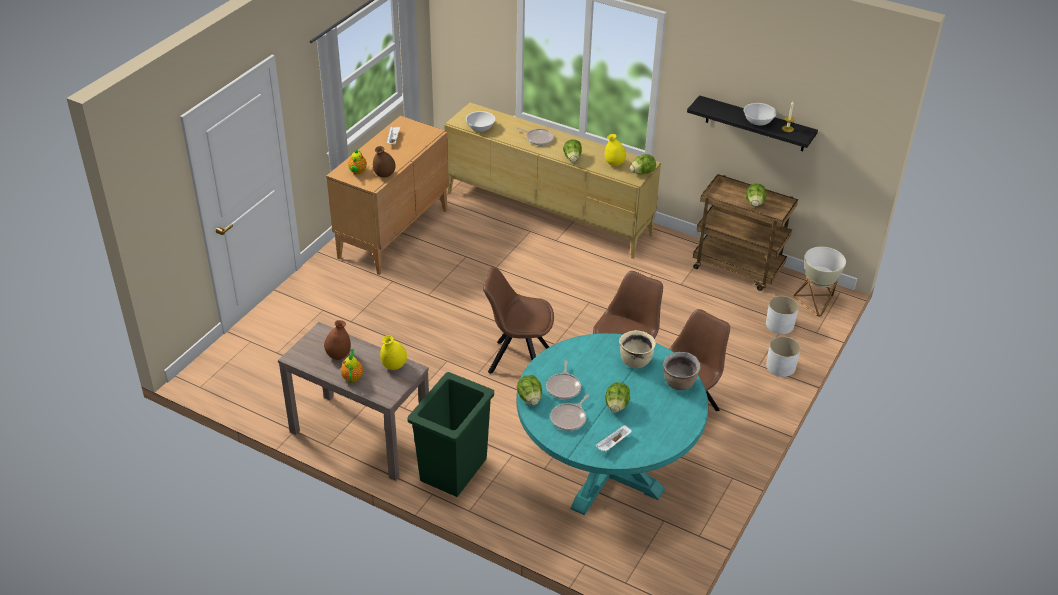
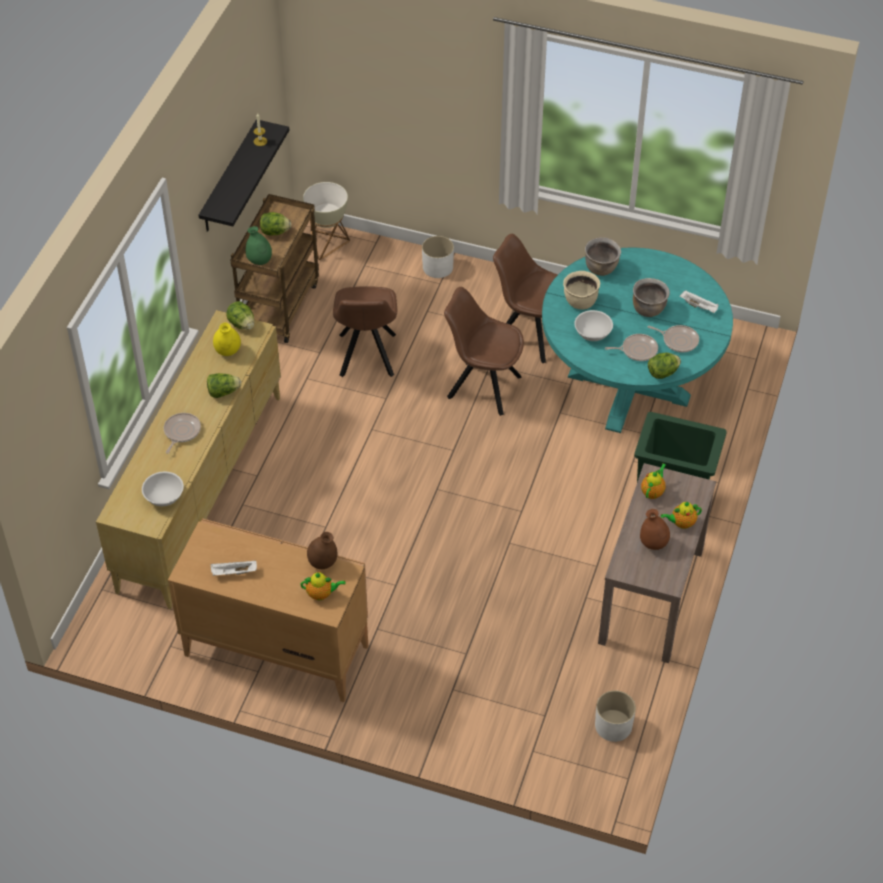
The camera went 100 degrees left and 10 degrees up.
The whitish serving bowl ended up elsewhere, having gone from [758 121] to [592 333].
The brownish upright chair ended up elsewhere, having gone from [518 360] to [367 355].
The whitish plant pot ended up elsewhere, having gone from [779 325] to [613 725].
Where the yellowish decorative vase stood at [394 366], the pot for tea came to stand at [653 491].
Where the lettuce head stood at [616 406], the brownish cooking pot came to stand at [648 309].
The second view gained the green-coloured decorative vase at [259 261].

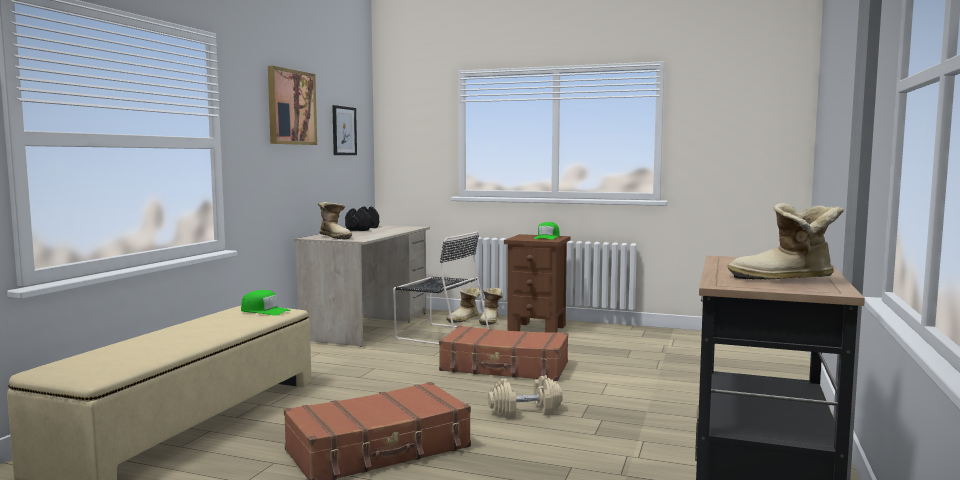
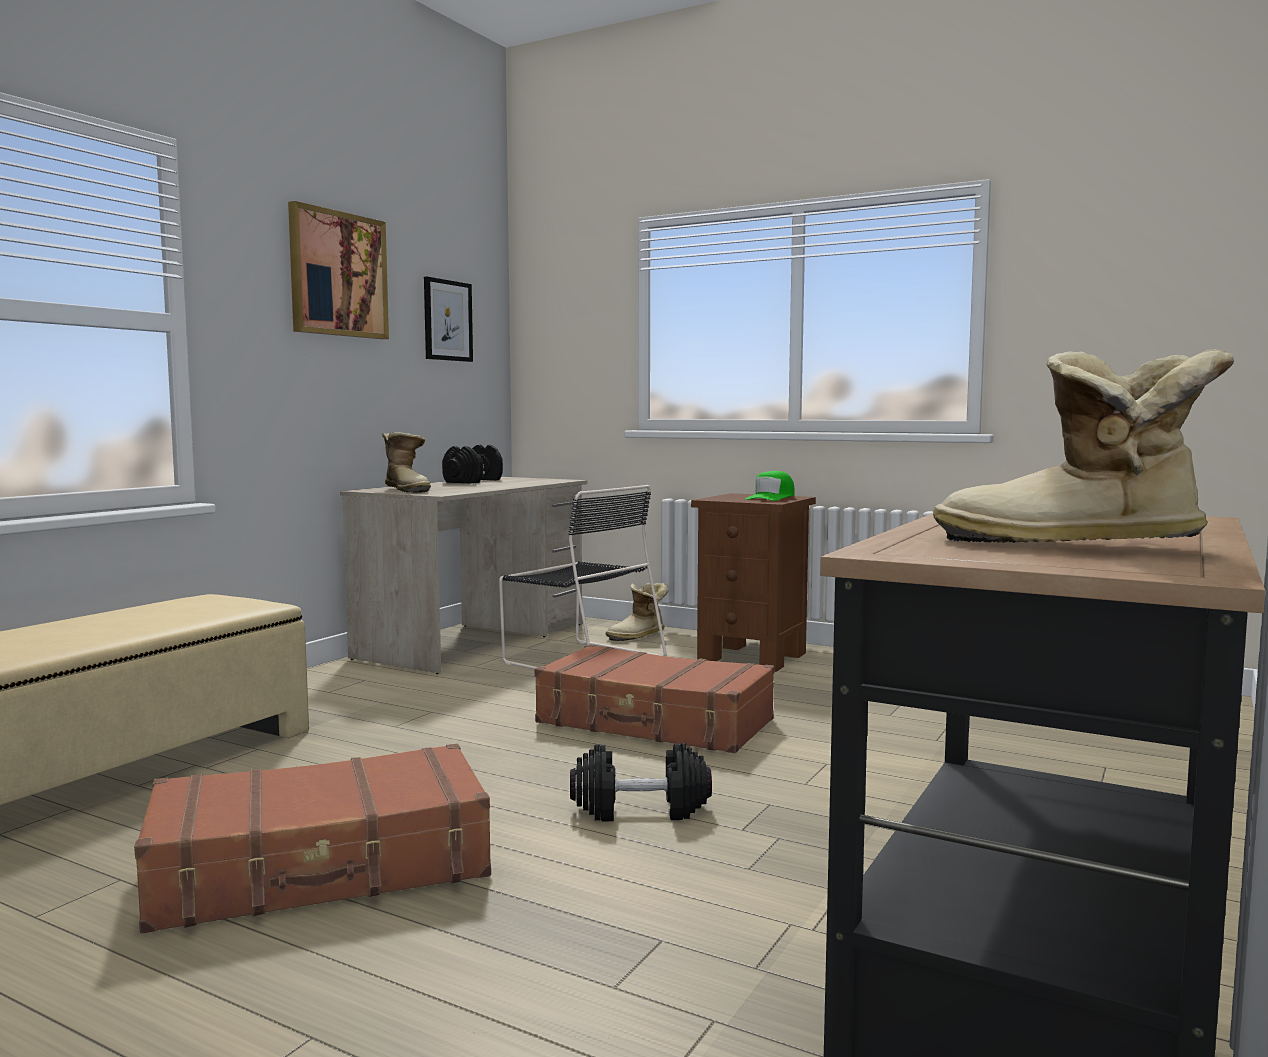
The camera went 10 degrees right and 0 degrees up.
The second view lost the boot at [491 320].
The second view lost the green-coloured cap at [264 311].
What was the beige-coloured free weight at [524 411] turned into the black-coloured free weight at [640 809].

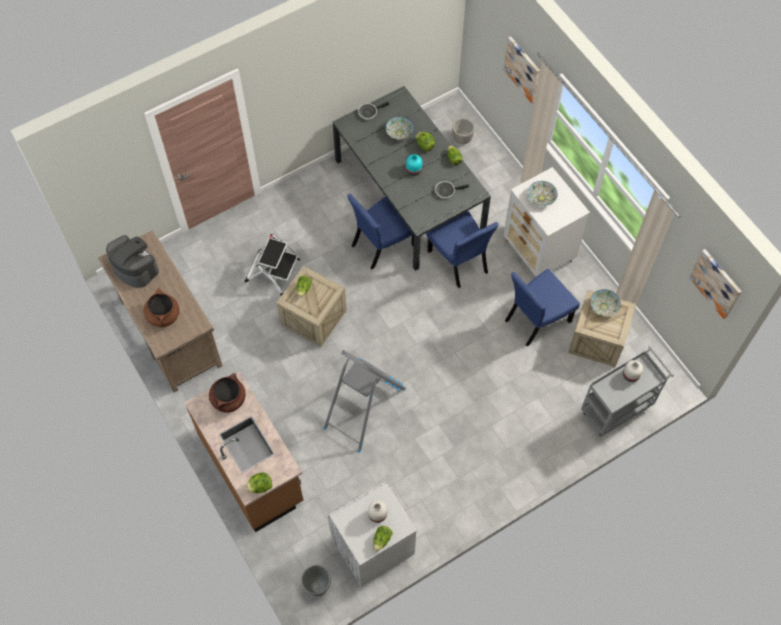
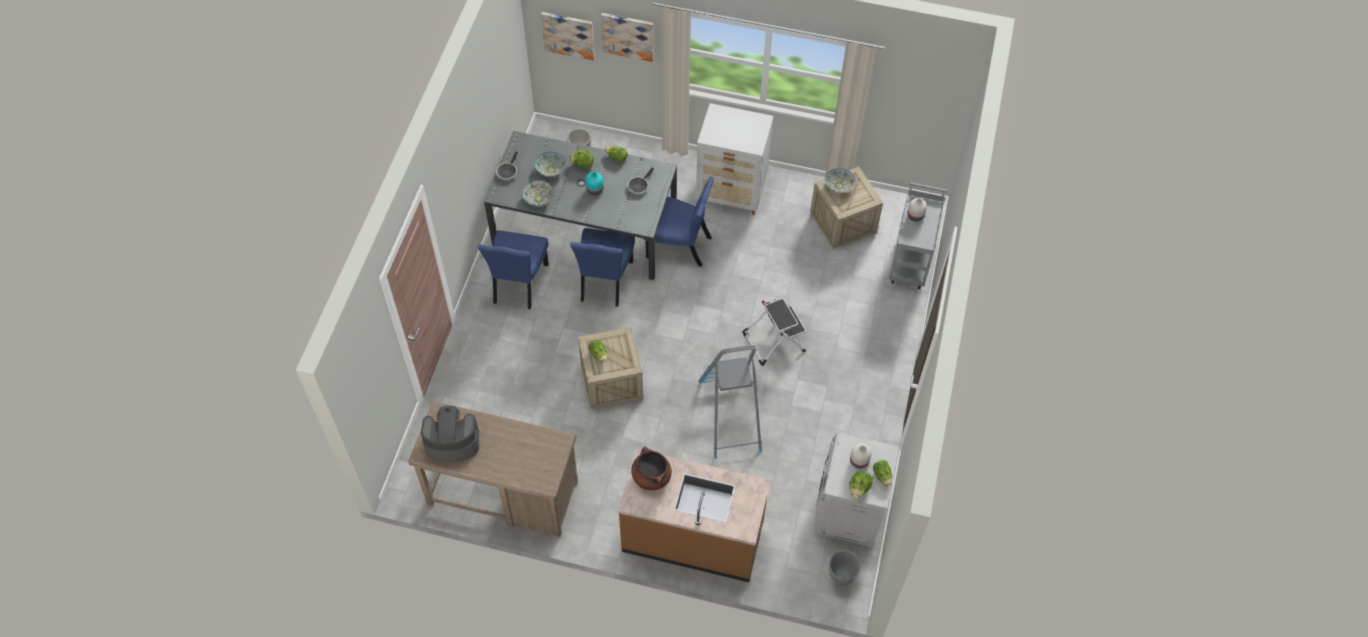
The camera went 45 degrees left and 5 degrees down.
The serving bowl ended up elsewhere, having gone from [541 198] to [539 198].
The stepladder ended up elsewhere, having gone from [273 272] to [774 339].
The wall picture ended up elsewhere, having gone from [716 283] to [568 35].
The bluish upright chair ended up elsewhere, having gone from [537 319] to [519 281].
The second view lost the brownish cooking pot at [163 315].
The lettuce head ended up elsewhere, having gone from [260 486] to [859 488].

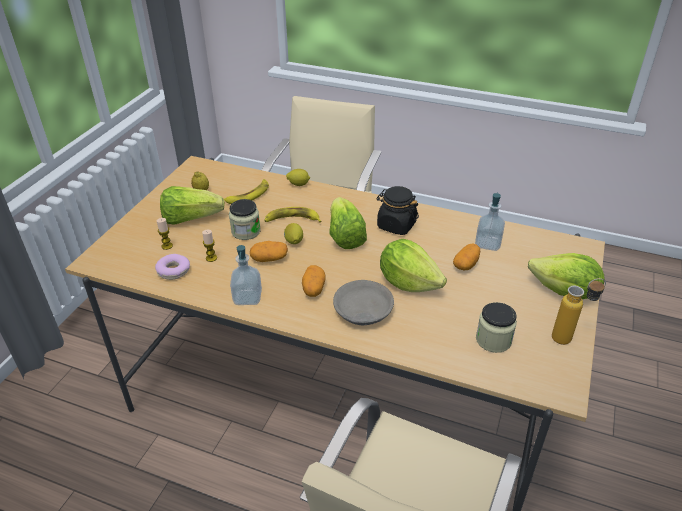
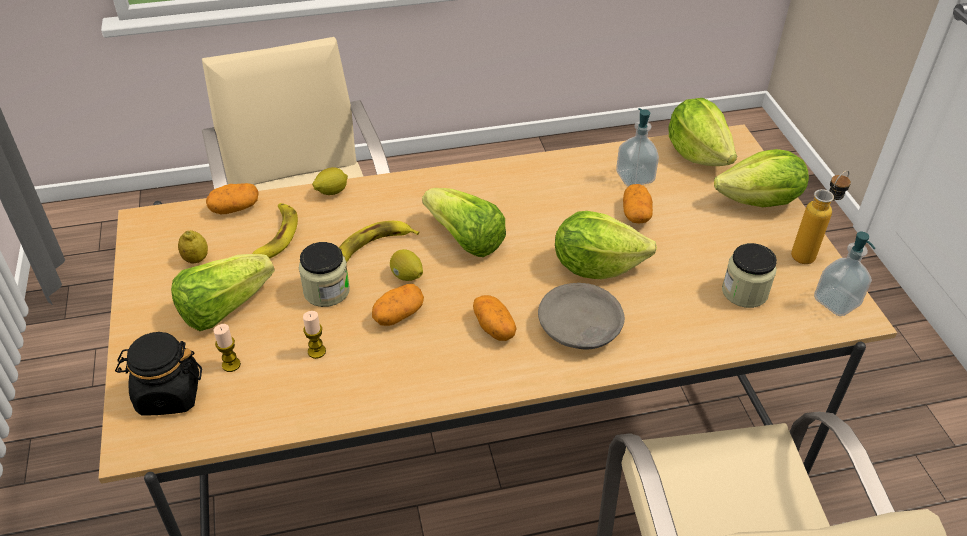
The camera went 35 degrees left and 5 degrees up.
The black-coloured preserve jar ended up elsewhere, having gone from [396 225] to [168 394].
The liquid soap bottle ended up elsewhere, having gone from [247 298] to [836 302].
The second view lost the doughnut at [173 271].
The second view gained the lettuce head at [698 154].
The second view gained the potato at [234 208].

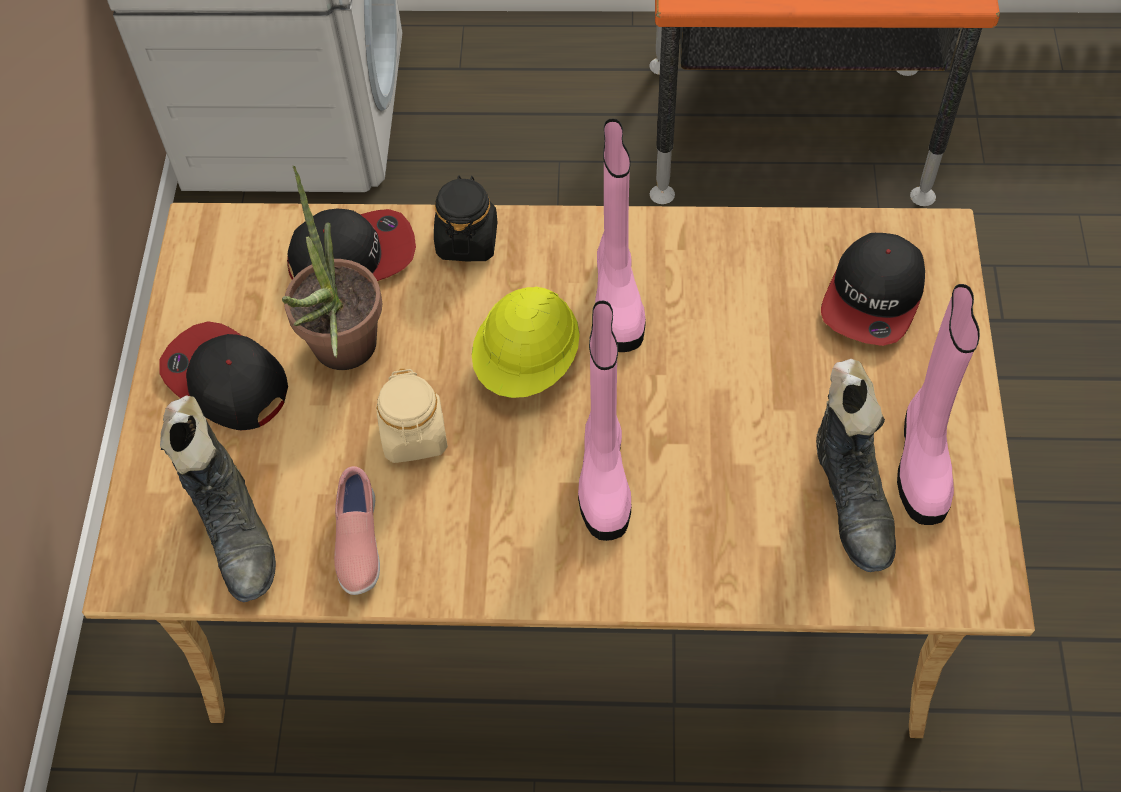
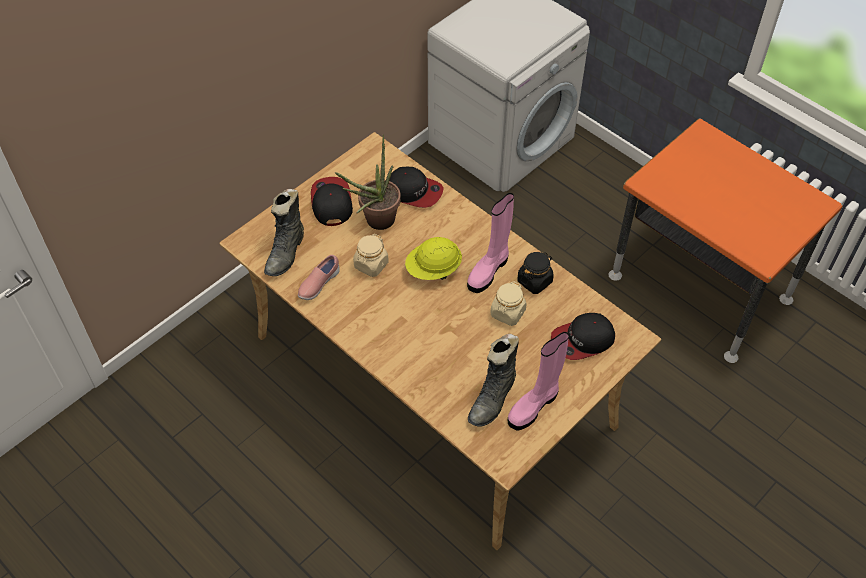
The camera went 40 degrees right and 5 degrees down.
The black-coloured preserve jar ended up elsewhere, having gone from [467 240] to [534 281].
The second view lost the pinkish boot at [603 475].
The second view gained the beige-coloured preserve jar at [507 313].

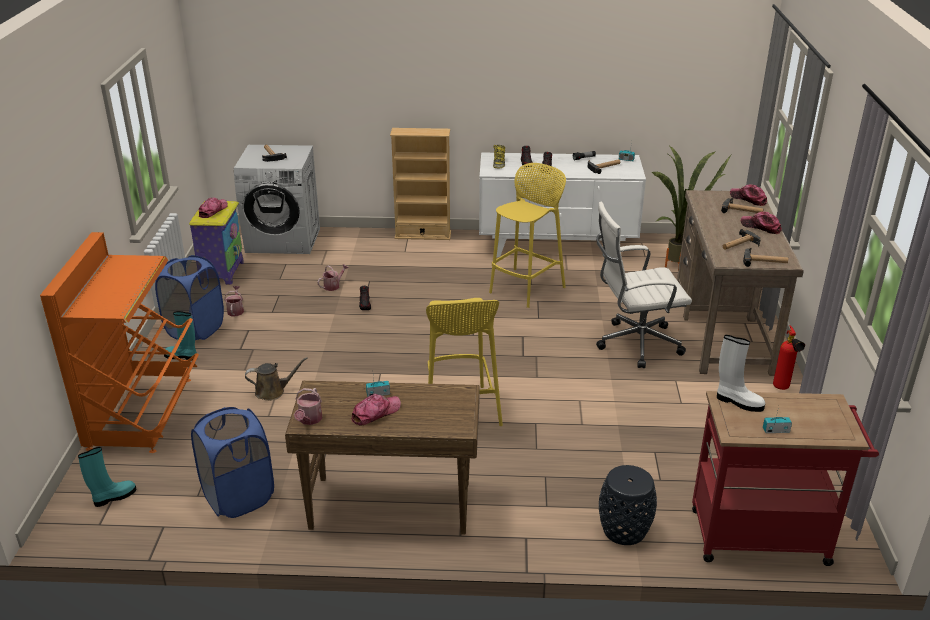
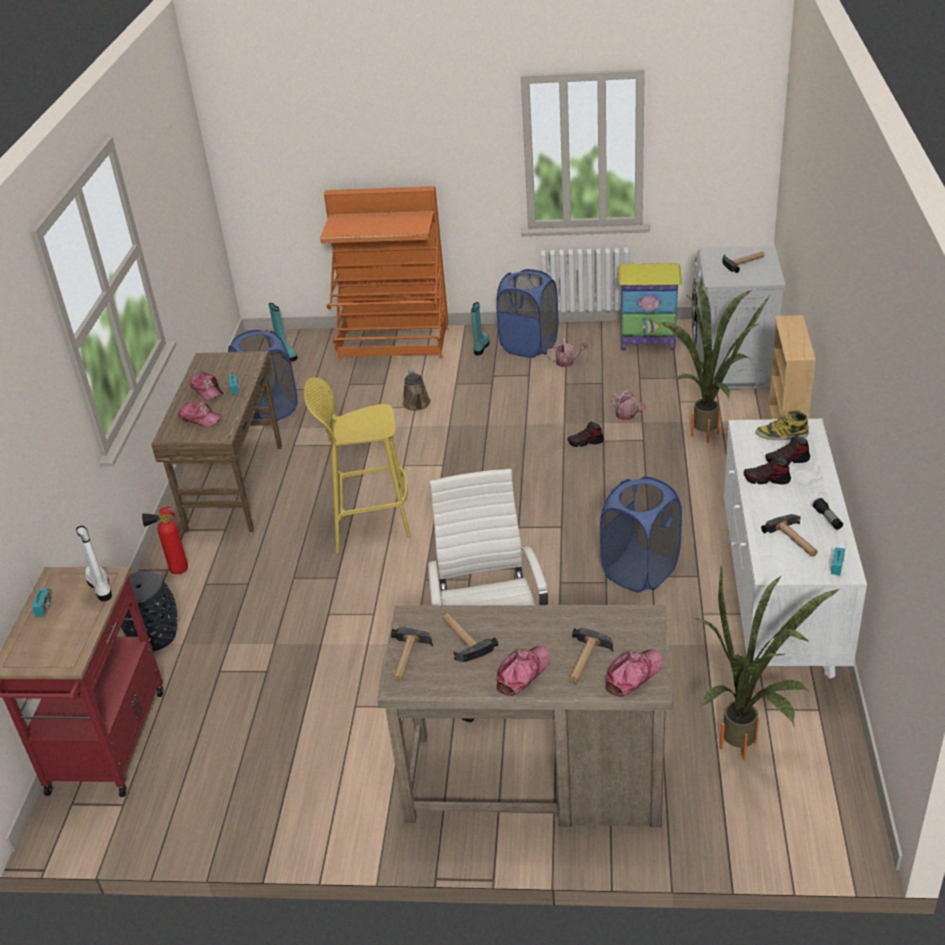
The camera went 95 degrees right and 5 degrees up.
Where the yellowish stool seat stood at [525 288], the bluish washing basket came to stand at [640 571].
The cap ended up elsewhere, having gone from [213 210] to [200 418].
The fire-fighting cylinder ended up elsewhere, having gone from [782 389] to [174 571].
The whitish boot at [738 402] ended up facing another way, 120 degrees clockwise from before.
The second view lost the watering pot at [309 420].
The second view gained the potted plant at [711 431].

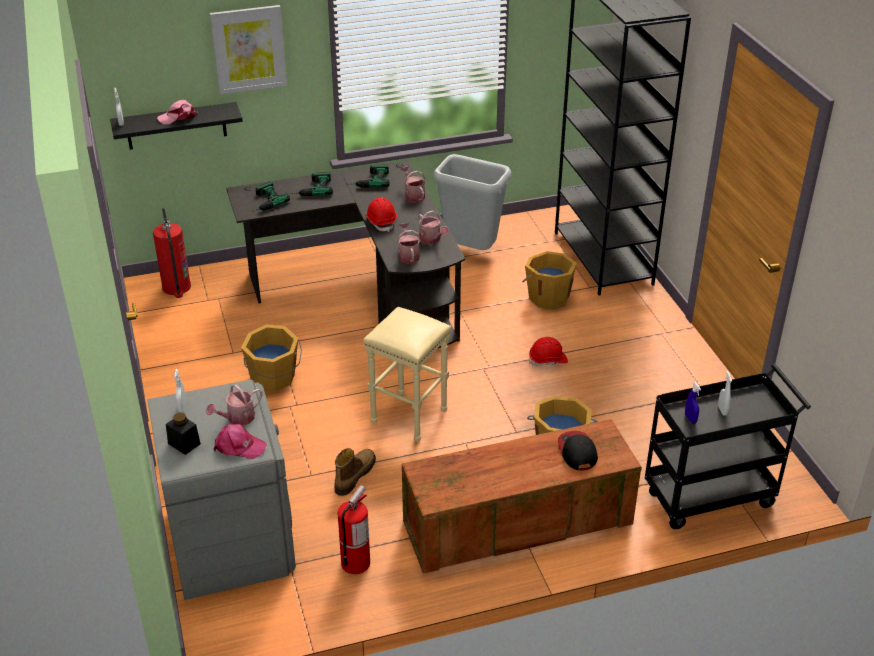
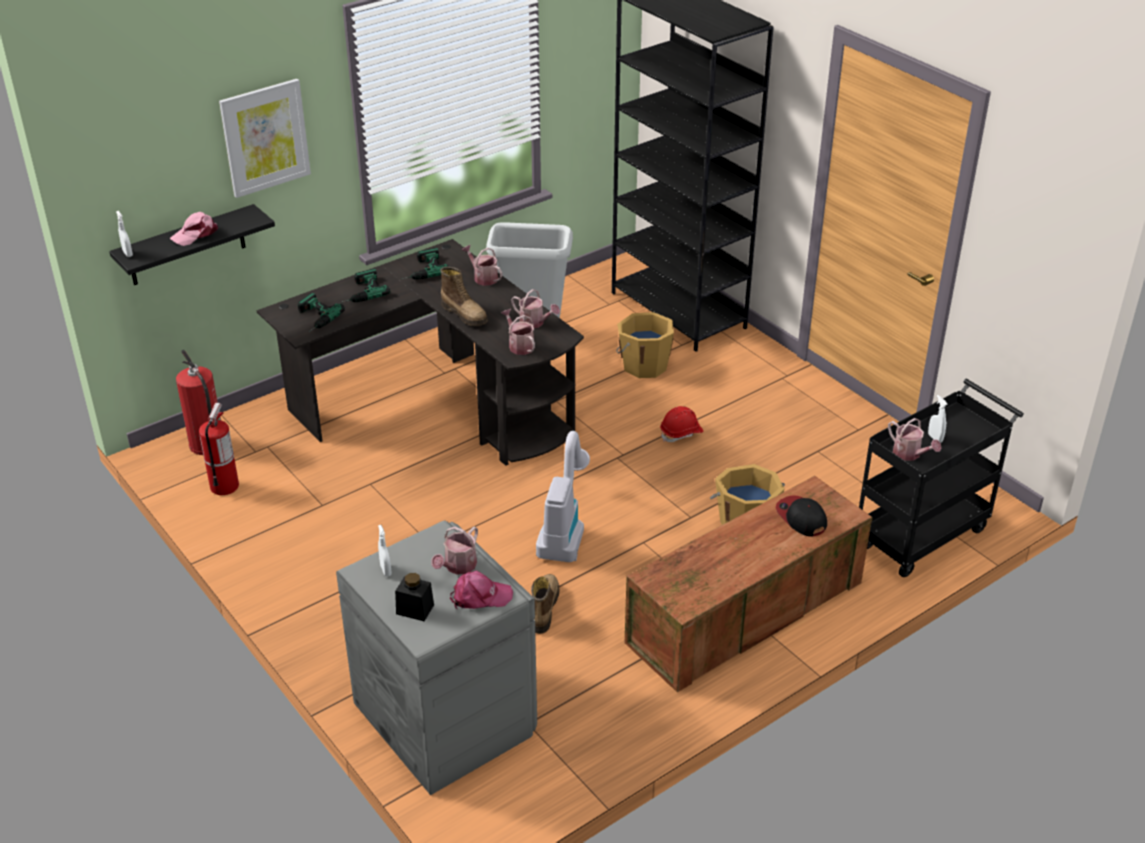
The camera went 20 degrees left and 0 degrees up.
Where the red safety helmet stood at [381 222], the boot came to stand at [465 314].
Where the beige-coloured stool seat stood at [407 416], the hoover came to stand at [564 529].
The second view lost the orangey water bucket at [273 378].
Where the bluish hand sprayer stood at [690 419], the watering pot came to stand at [910 454].
The fire-fighting cylinder ended up elsewhere, having gone from [355 563] to [224 486].

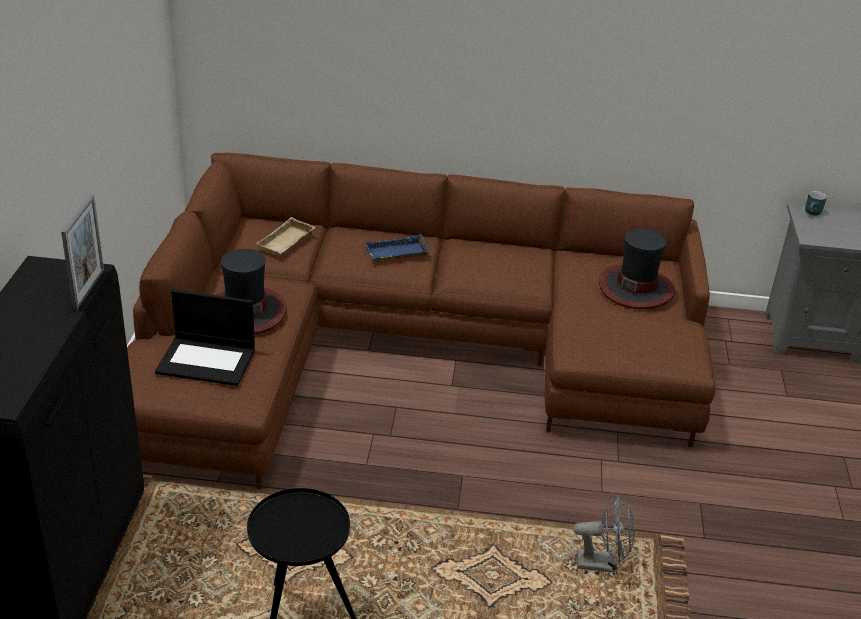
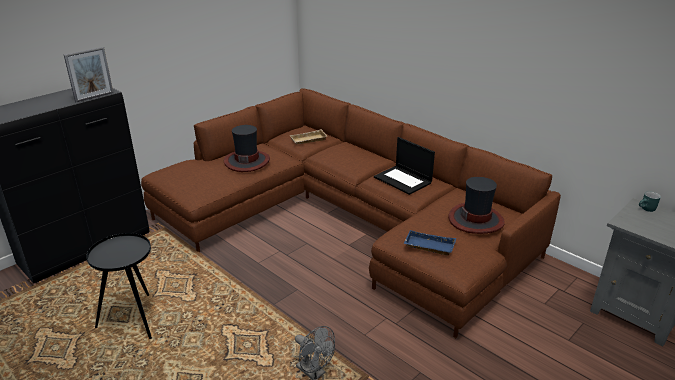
The camera went 40 degrees right and 5 degrees down.
The bluish tray ended up elsewhere, having gone from [396 254] to [428 246].
The laptop ended up elsewhere, having gone from [207 361] to [403 180].

